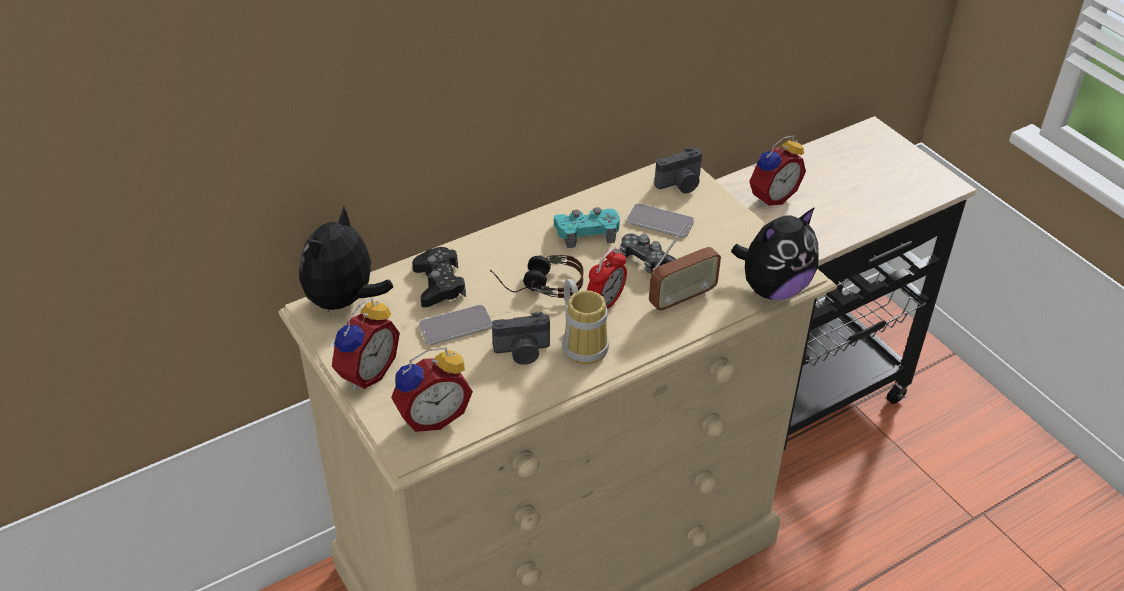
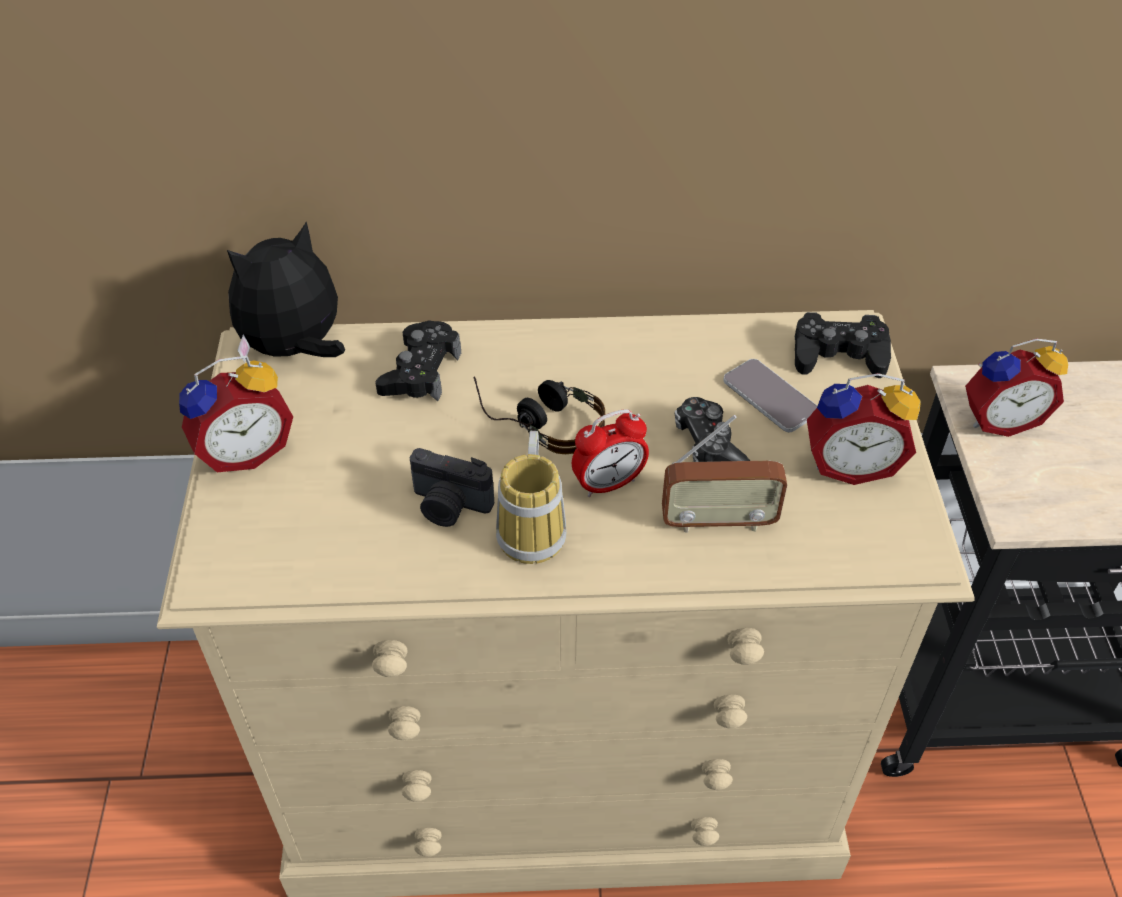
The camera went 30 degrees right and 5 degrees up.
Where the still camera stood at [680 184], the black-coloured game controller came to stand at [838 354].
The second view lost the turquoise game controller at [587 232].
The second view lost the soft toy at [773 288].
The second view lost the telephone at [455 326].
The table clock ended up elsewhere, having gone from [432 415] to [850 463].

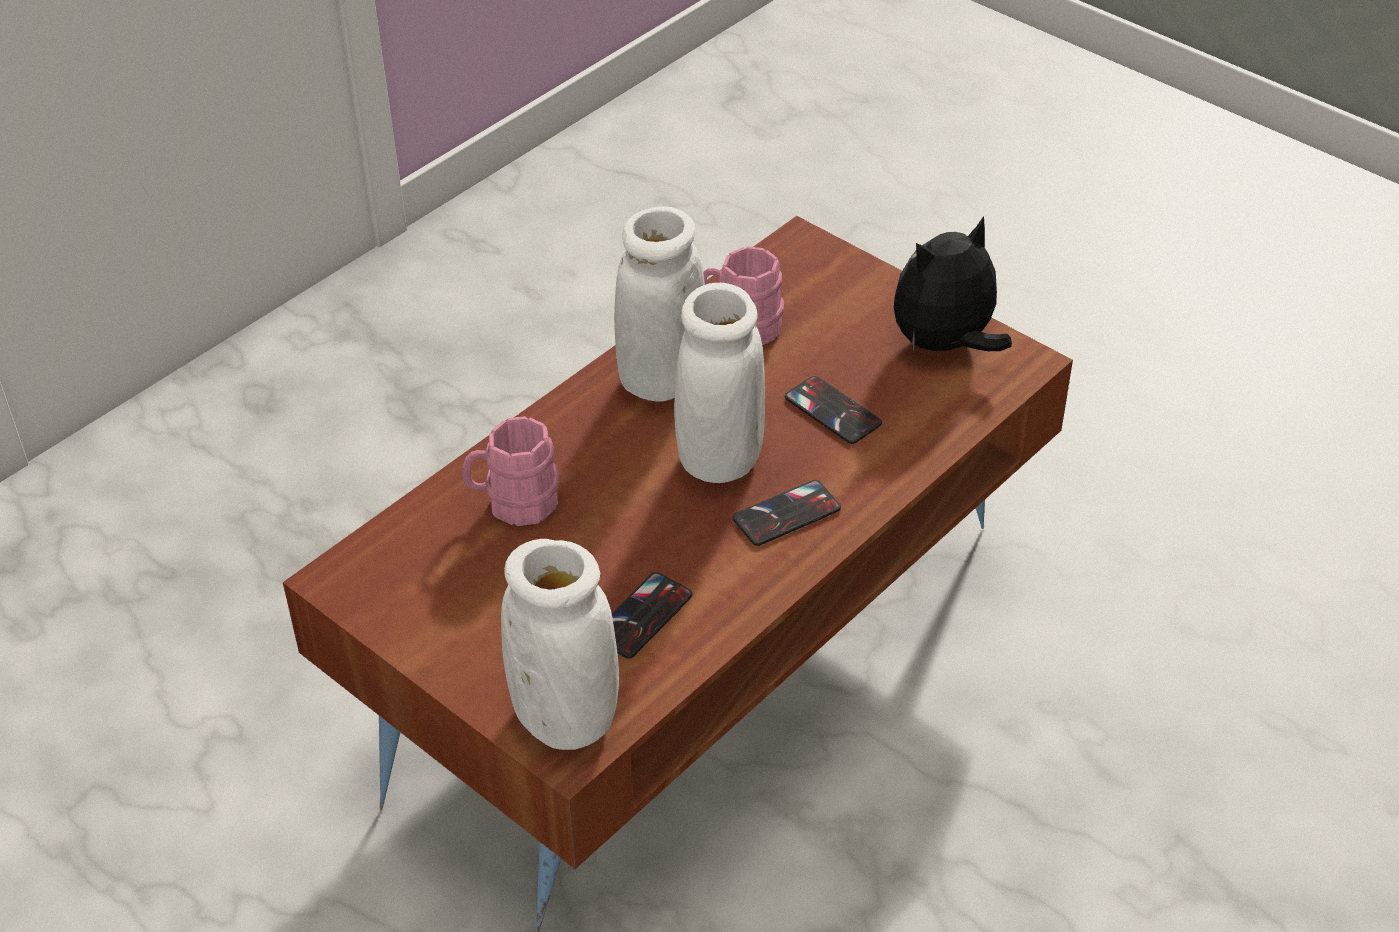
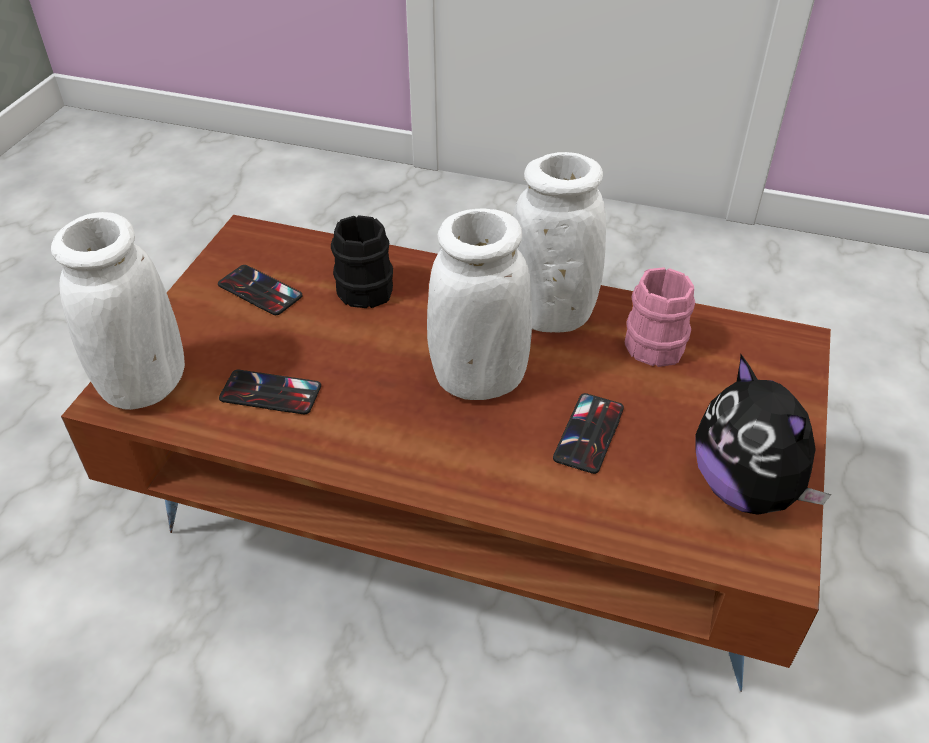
The camera went 65 degrees right and 0 degrees up.
The soft toy at [945 345] ended up facing another way, 150 degrees counterclockwise from before.
What was the pinkish coffee mug at [514 503] turned into the black-coloured coffee mug at [361 286].
The telephone ended up elsewhere, having gone from [786 514] to [259 291].

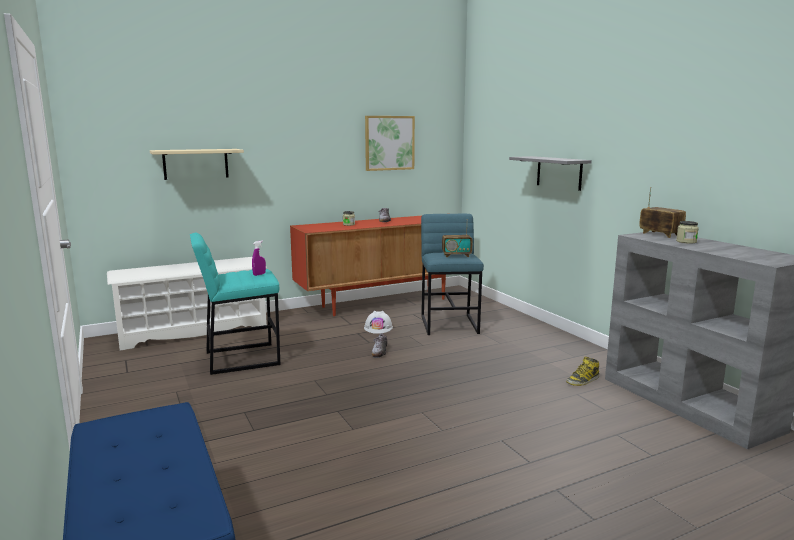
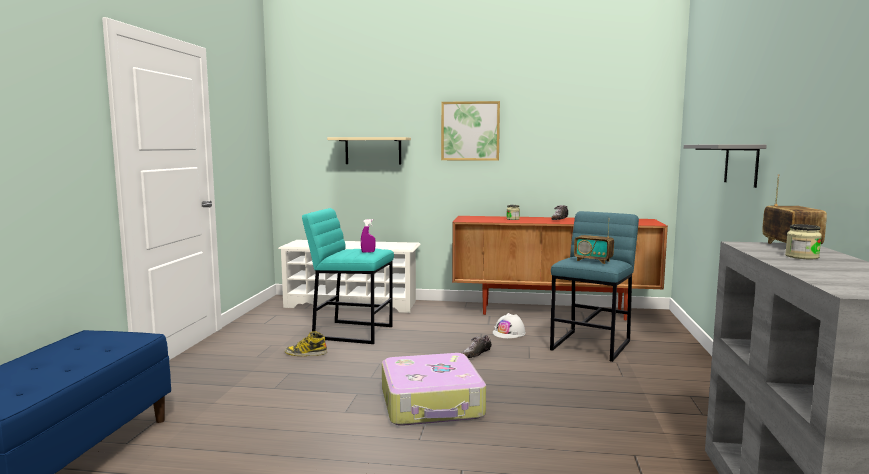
The camera went 35 degrees right and 5 degrees down.
The wall picture ended up elsewhere, having gone from [389 143] to [470 131].
The boot ended up elsewhere, having gone from [583 380] to [306 353].
The second view gained the suitcase at [432 404].

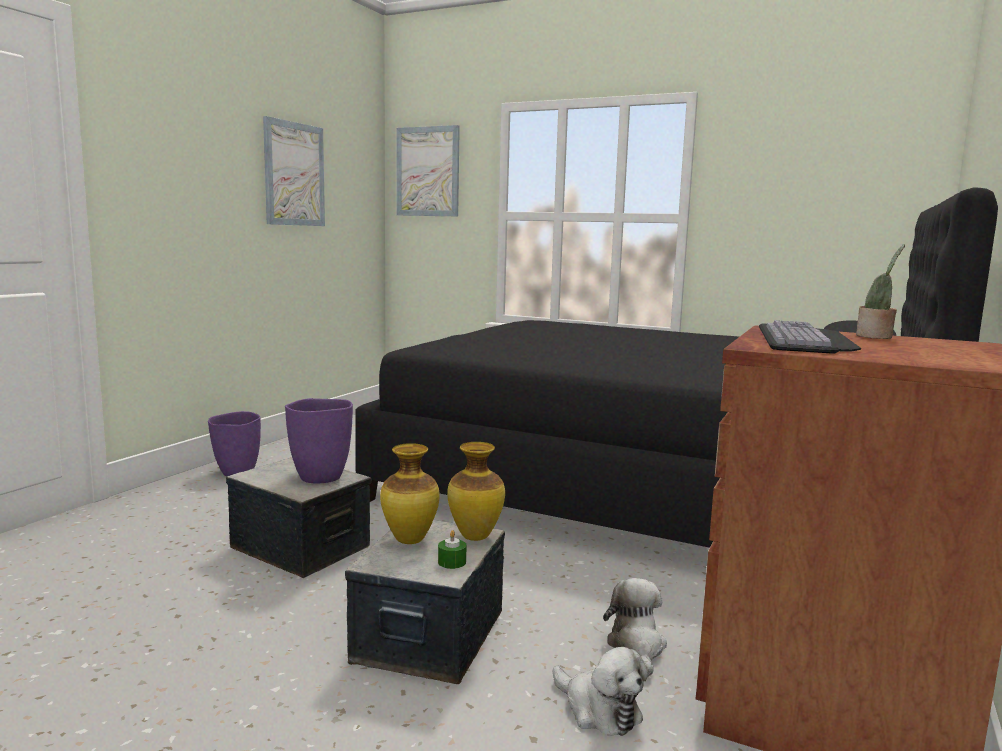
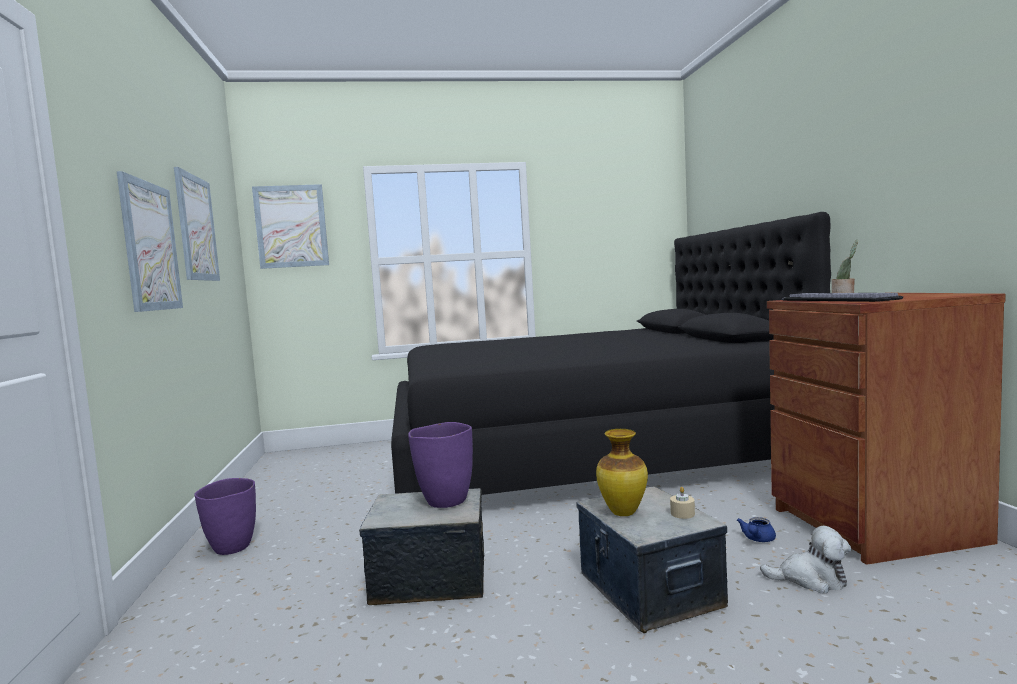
The camera went 35 degrees left and 5 degrees down.
The second view lost the decorative vase at [474 536].
What was the green-coloured candle at [452 562] turned into the beige-coloured candle at [682 513].
Where the soft toy stood at [637 648], the bluish pot for tea came to stand at [757 539].
The second view gained the wall picture at [150 246].

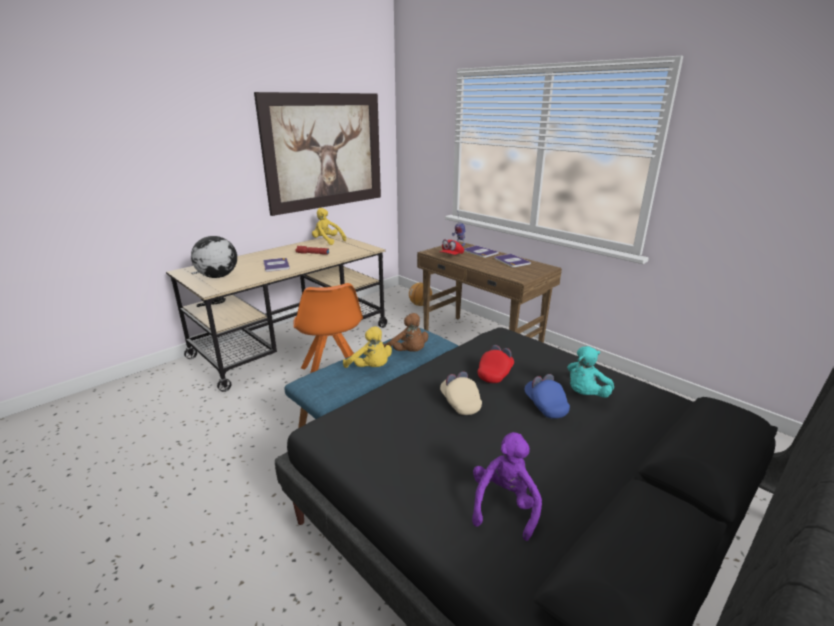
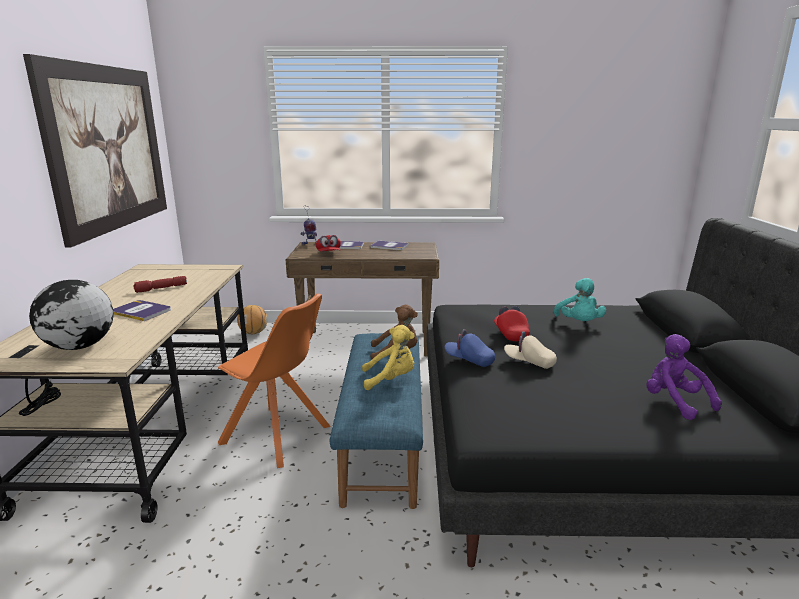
The camera went 45 degrees left and 5 degrees down.
The second view lost the yellowish soft toy at [327 241].
The bluish cap ended up elsewhere, having gone from [545 405] to [469 360].

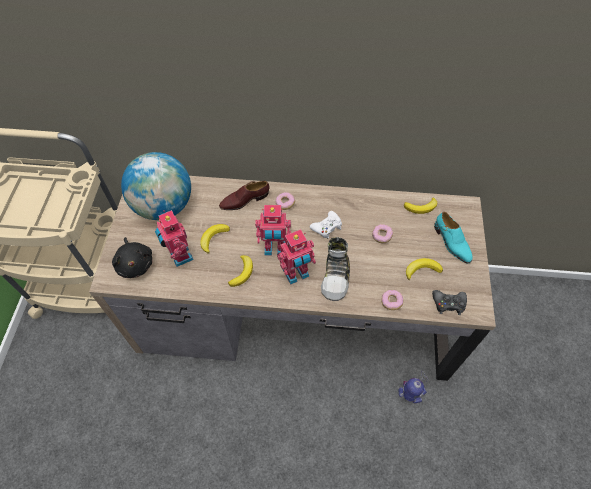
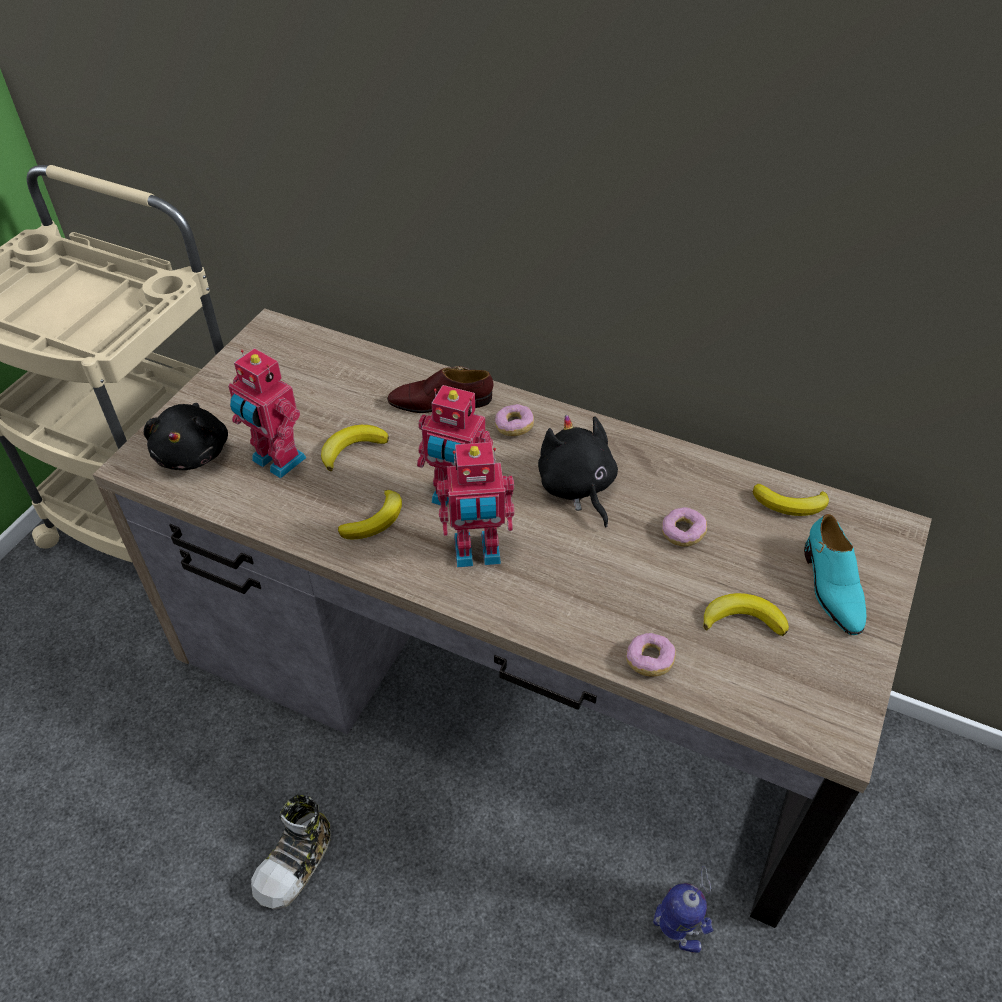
The camera went 20 degrees right and 10 degrees down.
The second view lost the globe at [164 206].
The model robot at [179 256] ended up facing another way, 45 degrees counterclockwise from before.
Where the whitish game controller stood at [327 227], the black-coloured soft toy came to stand at [577 488].
The item of footwear ended up elsewhere, having gone from [336 276] to [296 863].
The second view lost the black-coloured game controller at [448 303].

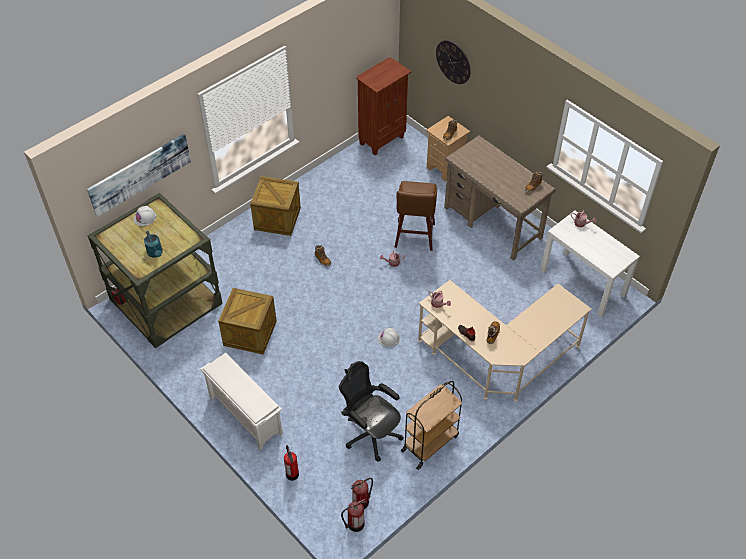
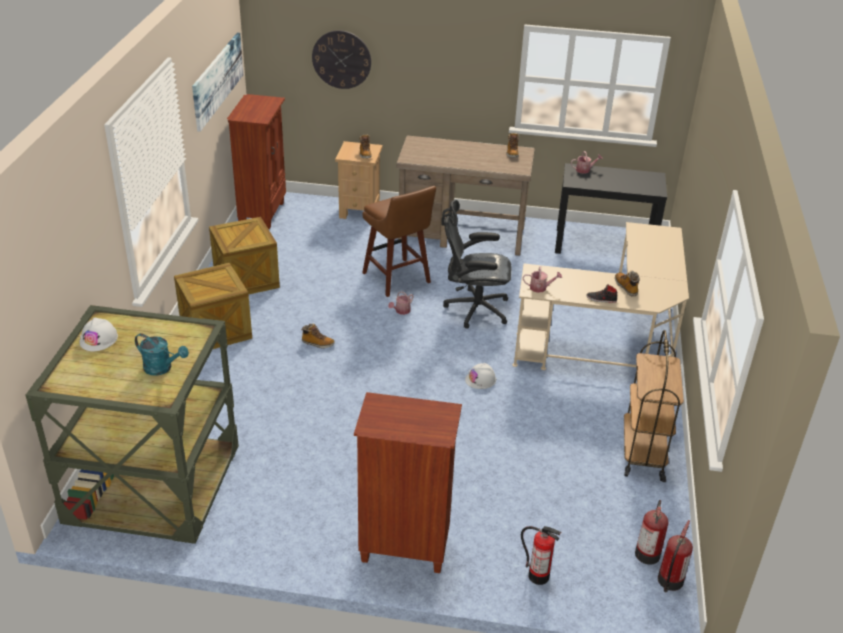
The camera went 40 degrees left and 15 degrees down.
The wall picture ended up elsewhere, having gone from [140 174] to [217 79].
What was the whitish hall table at [583 283] turned into the black-coloured hall table at [604 245].
The crate ended up elsewhere, having gone from [250 333] to [246 279].
Where the whitish shoe rack stood at [244 414], the brownish storage cabinet came to stand at [404 548].
The computer chair ended up elsewhere, having gone from [370 433] to [473 309].

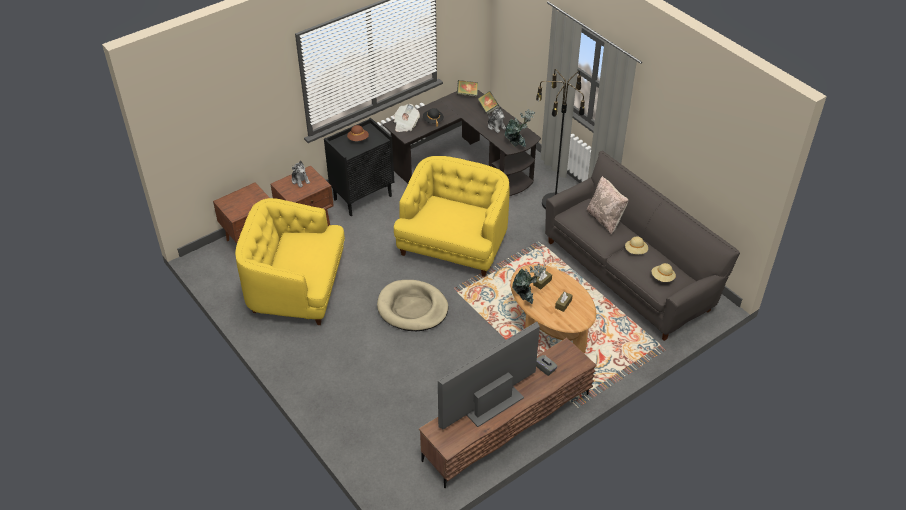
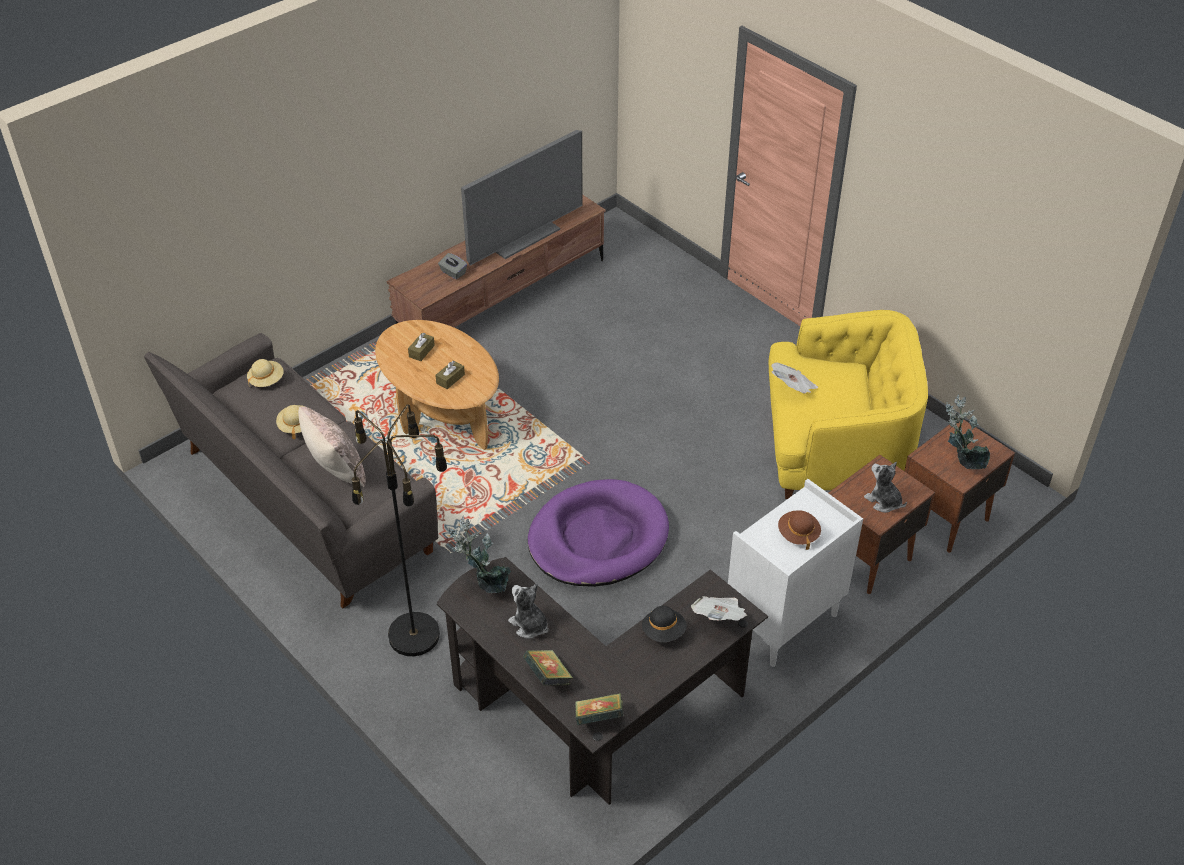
The camera went 175 degrees right and 0 degrees up.
What was the black-coloured storage cabinet at [363 197] turned into the whitish storage cabinet at [782 623].
Where the yellowish armchair stood at [453 244], the purple dog cushion came to stand at [598 538].
The potted plant ended up elsewhere, having gone from [526 296] to [960 462].
The second view lost the beige-coloured dog cushion at [412 308].
The second view gained the newspaper at [793 388].

